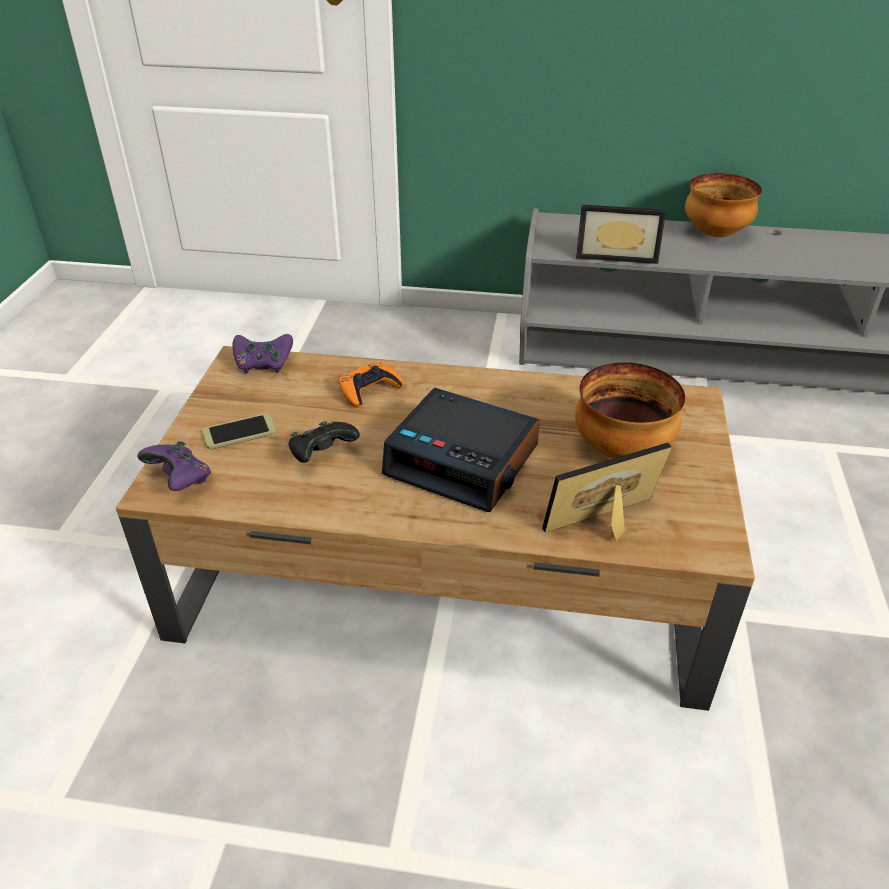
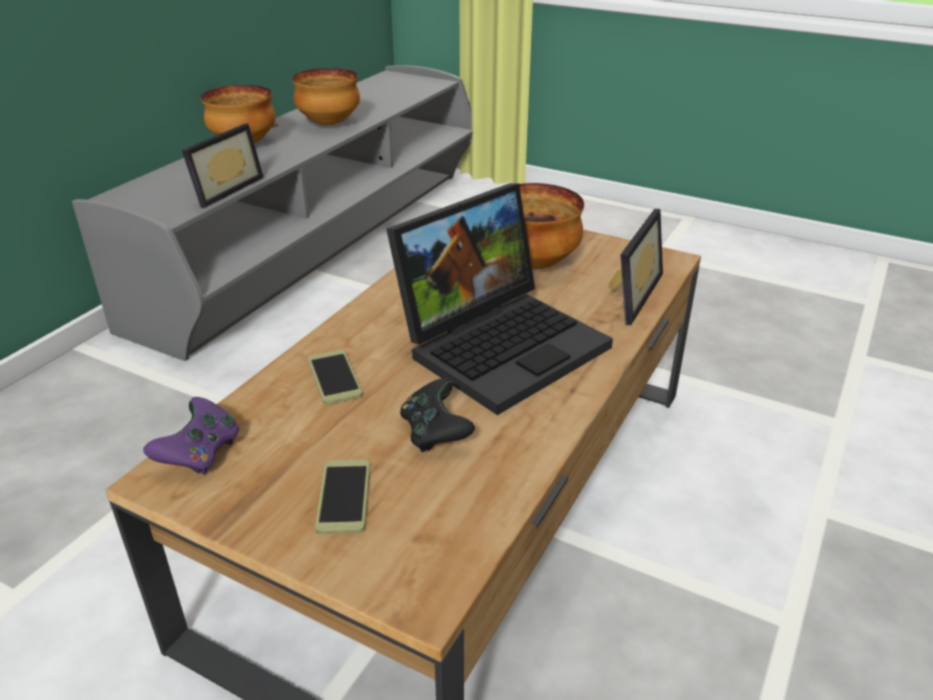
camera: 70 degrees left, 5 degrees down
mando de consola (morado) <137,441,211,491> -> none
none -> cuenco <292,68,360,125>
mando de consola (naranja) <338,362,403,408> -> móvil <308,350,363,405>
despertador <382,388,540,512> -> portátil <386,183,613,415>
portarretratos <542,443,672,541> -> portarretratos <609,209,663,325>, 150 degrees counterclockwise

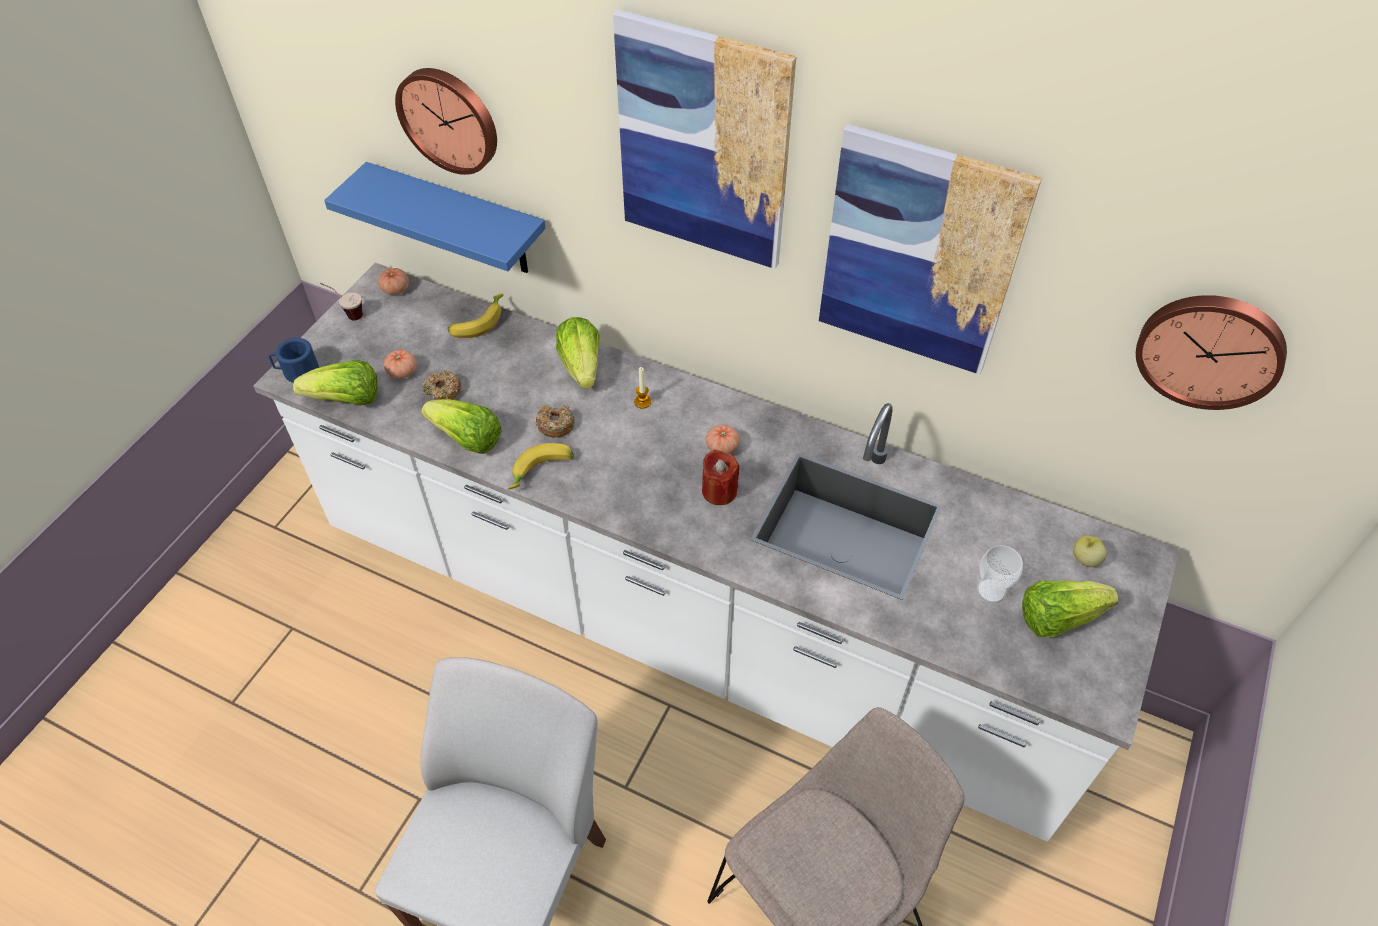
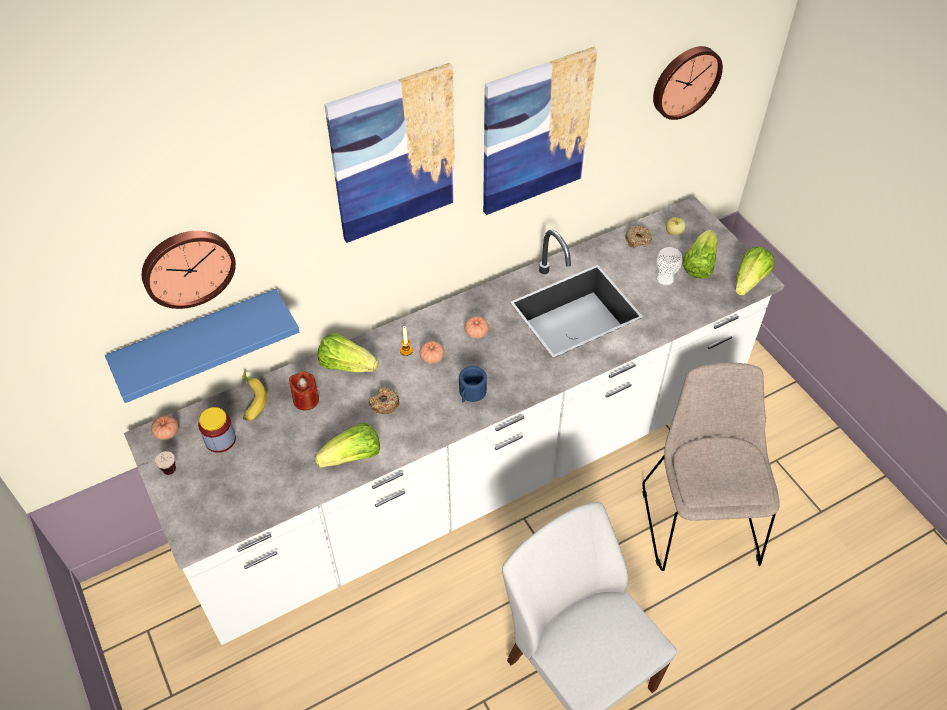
camera: 55 degrees left, 0 degrees up
plátano <508,443,574,489> -> none
none -> tarro <198,407,236,453>
taza grande (azul) <268,338,319,383> -> taza grande (azul) <459,366,487,402>, moved
lechuga <293,360,378,406> -> lechuga <735,247,774,296>, moved
tomate <384,350,417,379> -> tomate <419,341,444,364>, moved
rosquilla <423,371,461,400> -> rosquilla <625,225,652,248>, moved
vela (rojo) <702,450,739,505> -> vela (rojo) <289,371,319,410>, moved

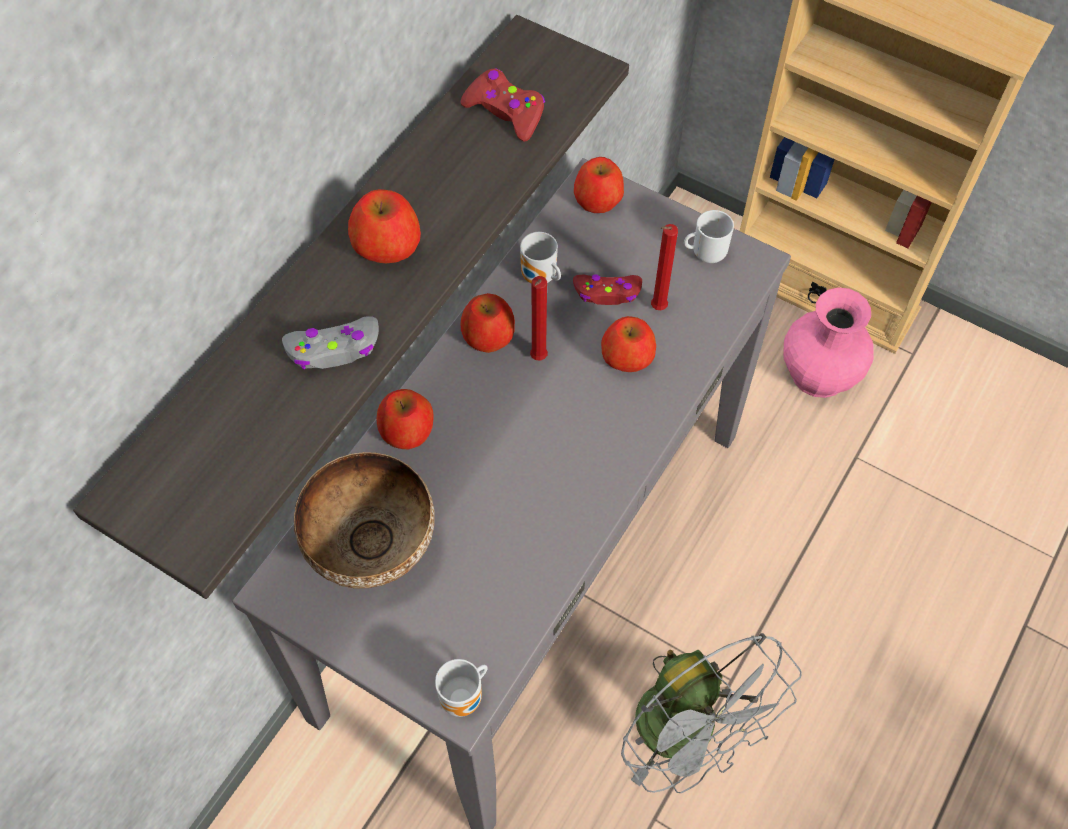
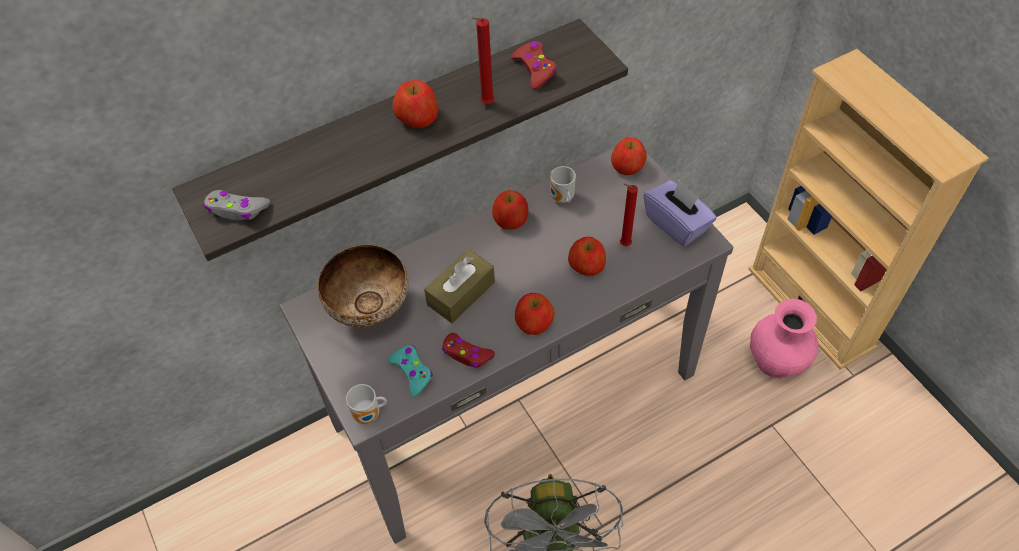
camera: 30 degrees right, 5 degrees down
none -> mando de consola (turquesa) <388,345,432,397>
none -> caja de pañuelos (marrón) <424,249,495,323>
mando de consola (gris) <282,316,379,369> -> mando de consola (gris) <204,190,270,220>, moved
manzana <376,389,434,449> -> manzana <515,293,555,335>, moved
vela (rojo) <530,276,548,361> -> vela (rojo) <473,18,494,104>, moved
mando de consola (rojo) <573,275,642,305> -> mando de consola (rojo) <442,333,495,368>, moved
taza grande <684,210,734,263> -> caja de pañuelos (morado) <644,180,717,247>

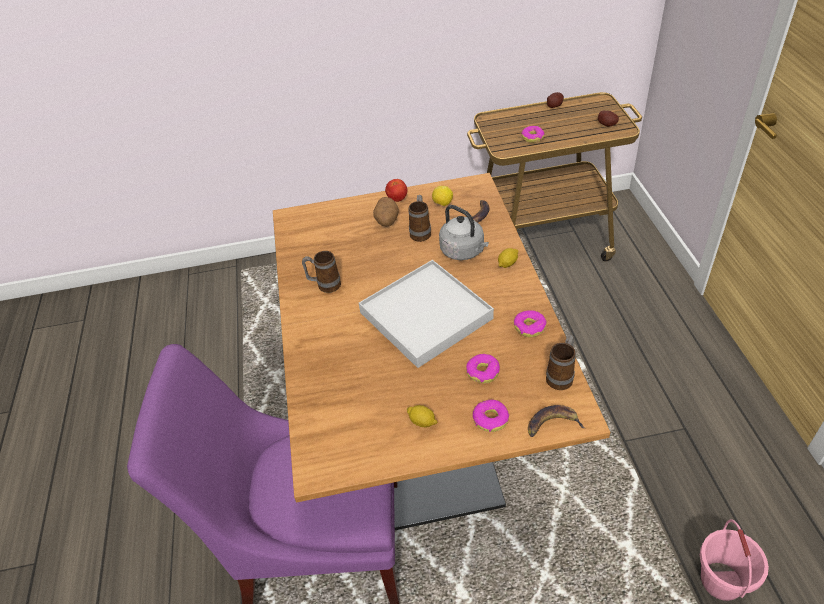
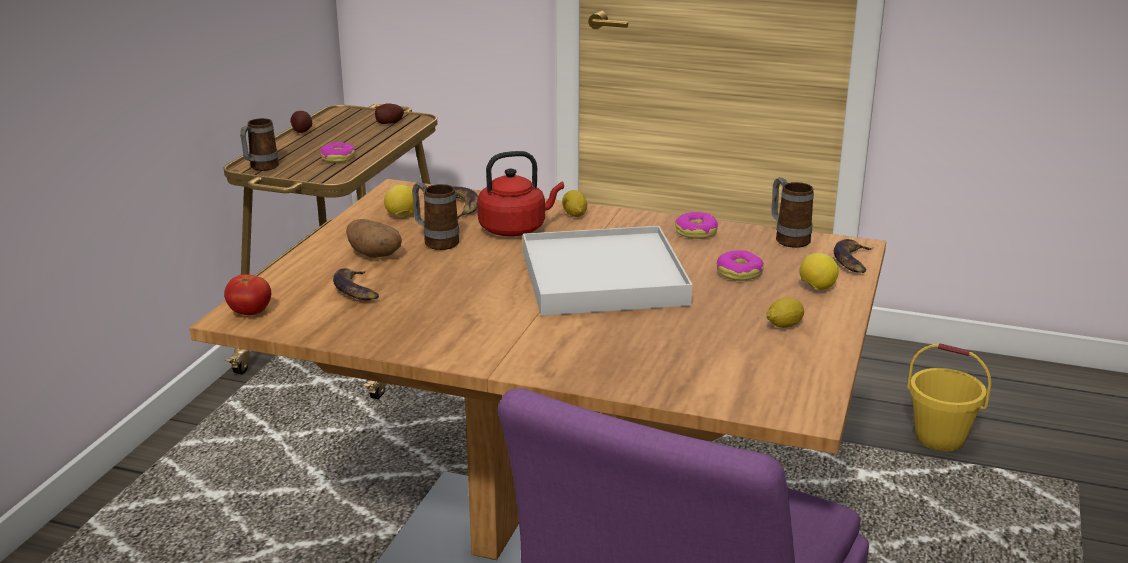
camera: 65 degrees left, 20 degrees down
none -> plátano <333,268,379,300>
taza grande <302,251,341,293> -> taza grande <240,118,279,171>, moved
tomate <385,179,408,202> -> tomate <224,274,271,315>, moved
rosquilla <472,400,509,432> -> limón <799,253,838,290>
hervidor (gris) <439,205,489,260> -> hervidor (rojo) <477,151,564,236>
cubo (rosa) <700,519,769,601> -> cubo (amarillo) <907,343,991,451>

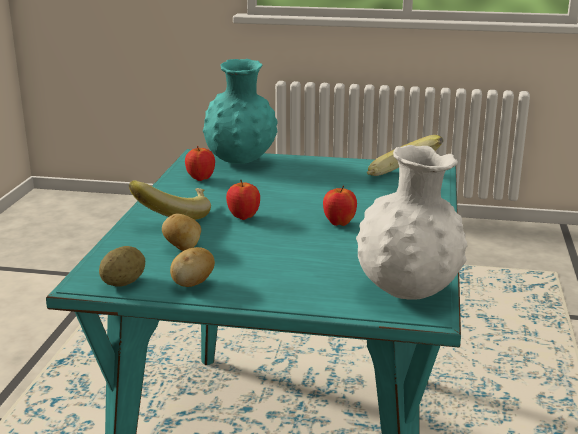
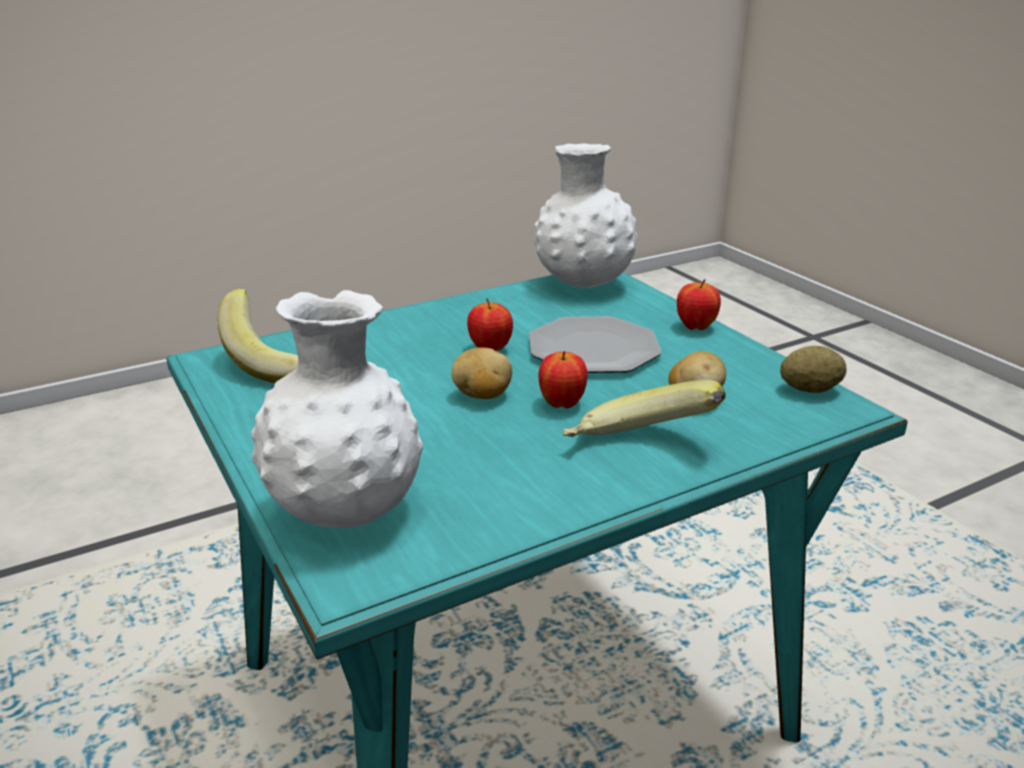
camera: 130 degrees left, 5 degrees up
none -> plato <529,316,662,373>
patata <170,247,215,287> -> patata <451,347,512,399>, moved
manzana <185,146,215,181> -> manzana <677,279,721,330>, moved
florero (turquesa) <203,59,278,164> -> florero (blanco) <251,290,423,528>

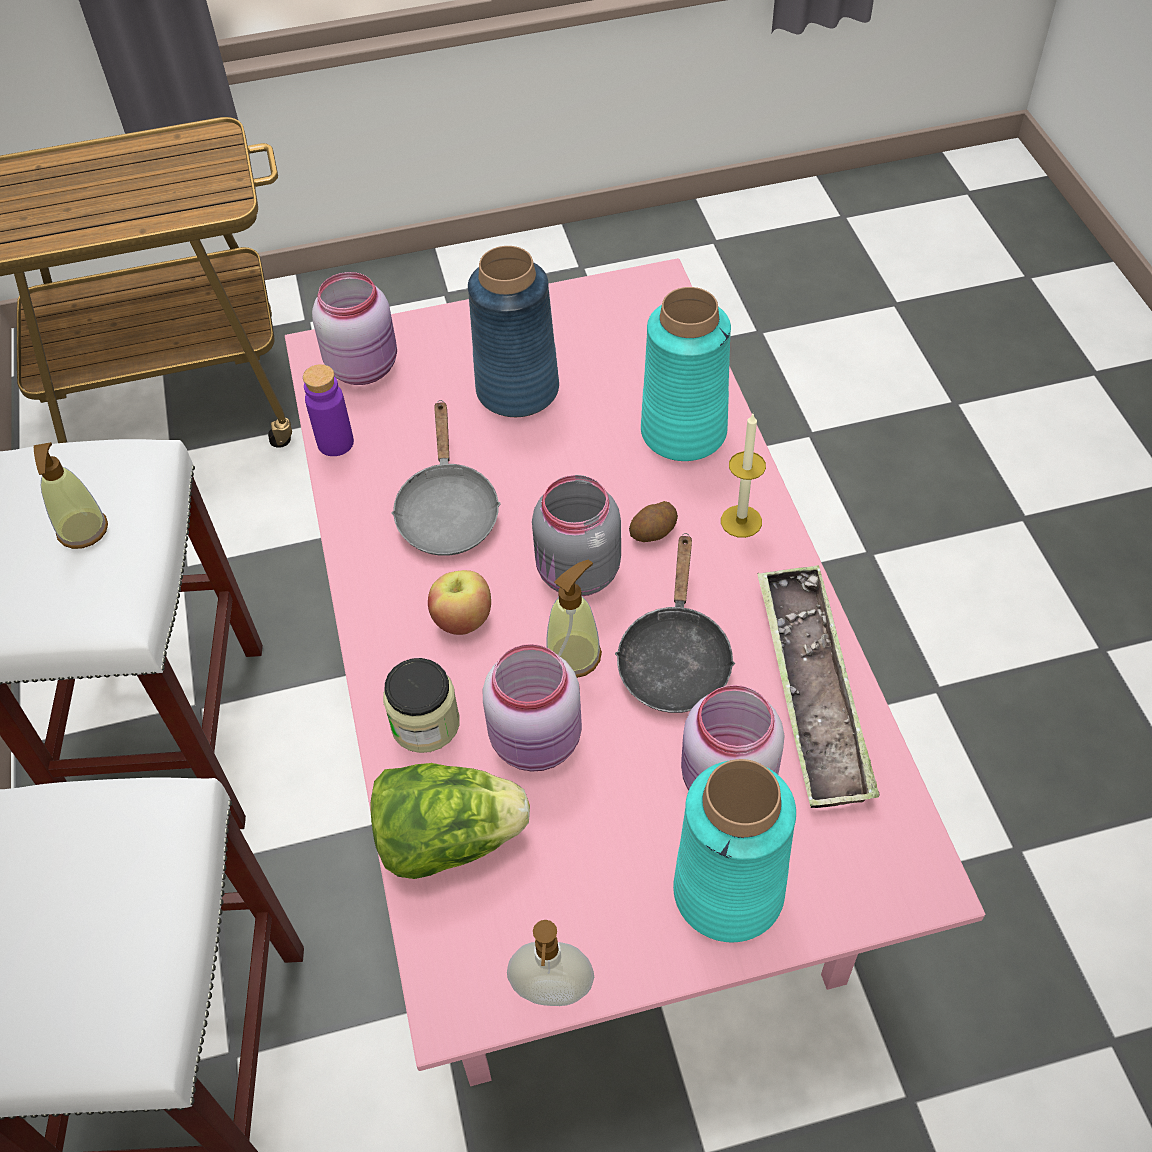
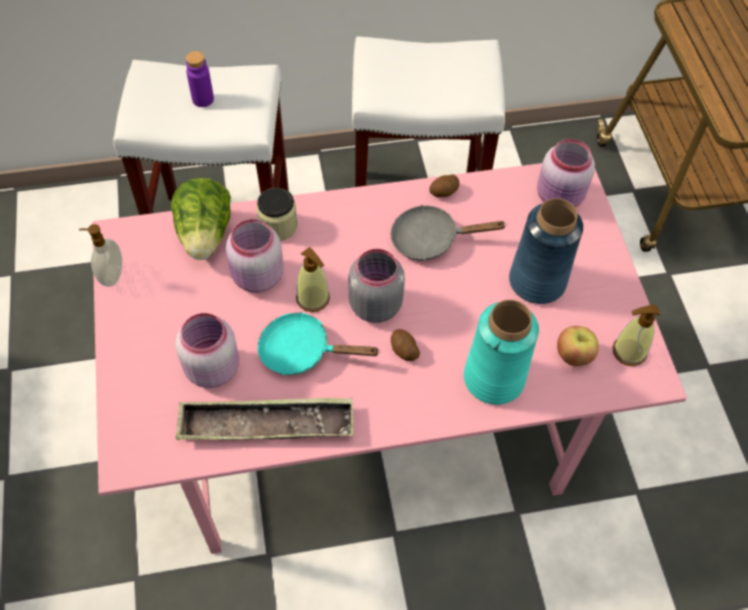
camera: 90 degrees right, 5 degrees up
florero (turquesa) <673,759,796,942> -> none
vela <721,414,766,538> -> none
none -> patata <430,174,459,197>
dispensador de jabón <34,442,108,549> -> dispensador de jabón <613,305,660,366>, moved
botella (morado) <303,364,354,456> -> botella (morado) <186,51,214,107>, moved
manzana <428,570,491,635> -> manzana <557,326,599,366>, moved
sartén (negro) <615,533,735,713> -> sartén (turquesa) <258,312,380,375>

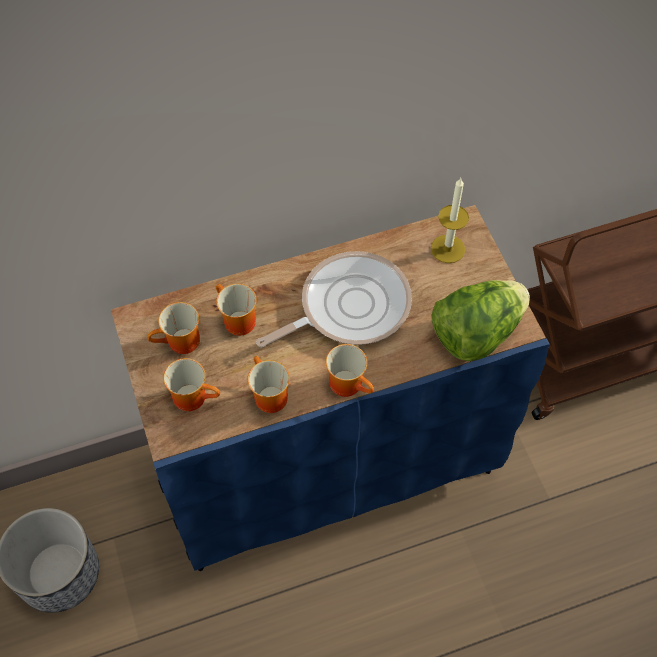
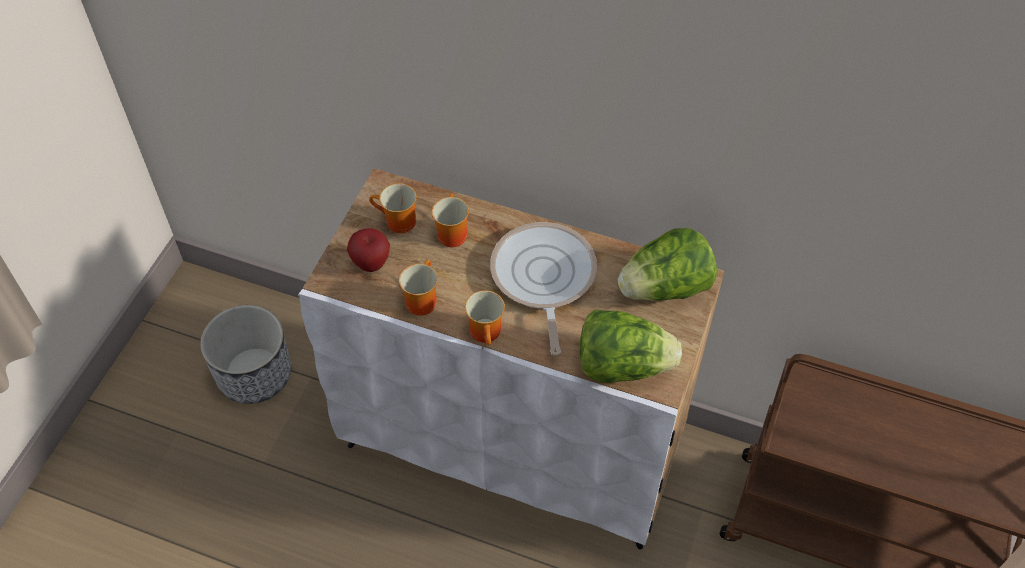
camera: 40 degrees right, 5 degrees down
taza grande <163,358,220,411> -> manzana <347,228,390,272>
vela <431,178,469,263> -> lechuga <618,228,717,301>
armario (azul) <111,205,550,571> -> armario (blanco) <298,168,724,549>
sartén <256,251,412,347> -> sartén <490,222,597,356>, 105 degrees counterclockwise

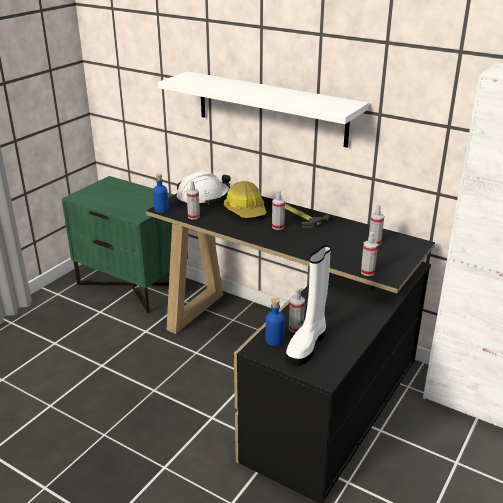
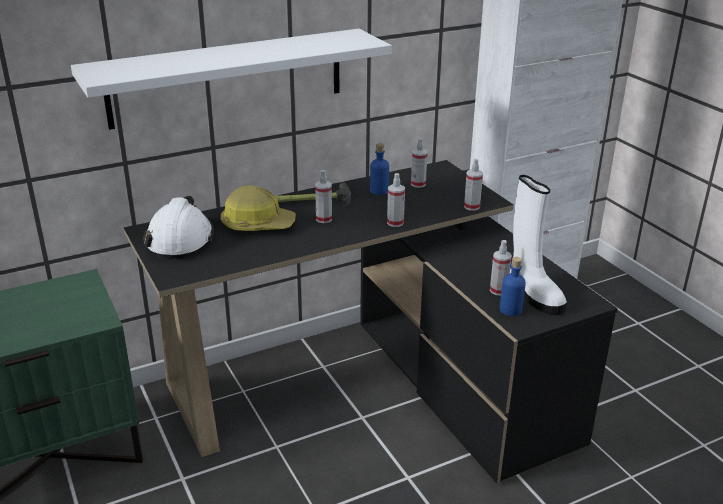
camera: 60 degrees left, 0 degrees up
botella (azul) <153,174,169,213> -> botella (azul) <370,143,389,195>, moved
pulverizador <187,181,200,220> -> pulverizador <387,173,405,227>, moved

